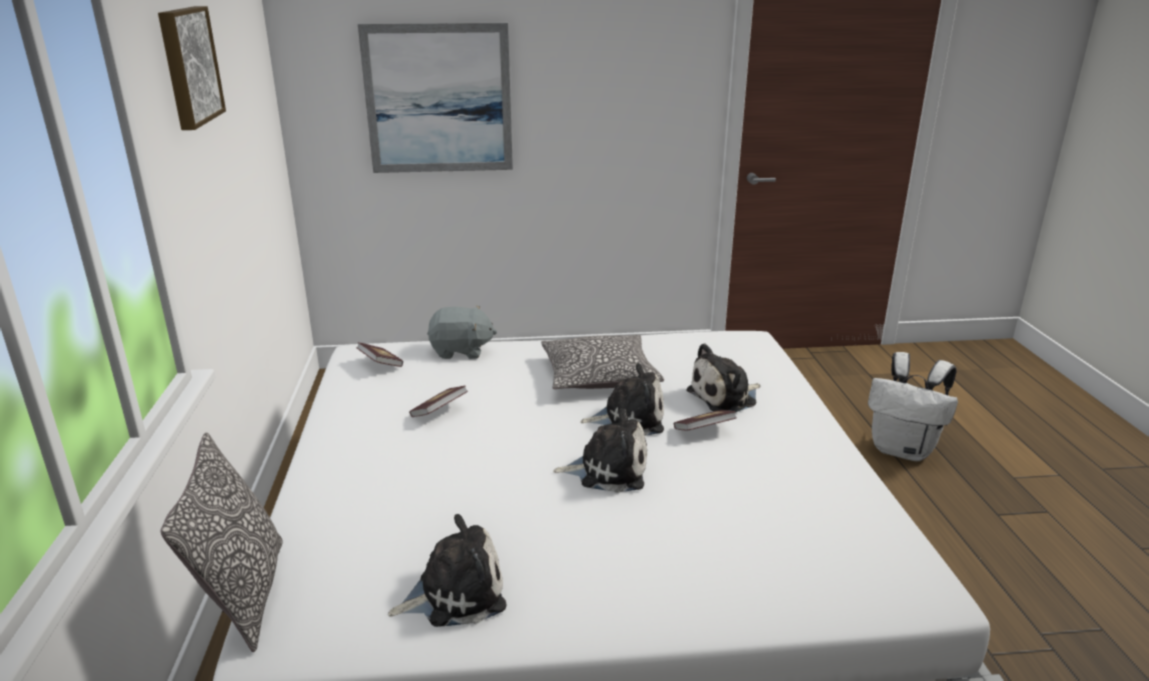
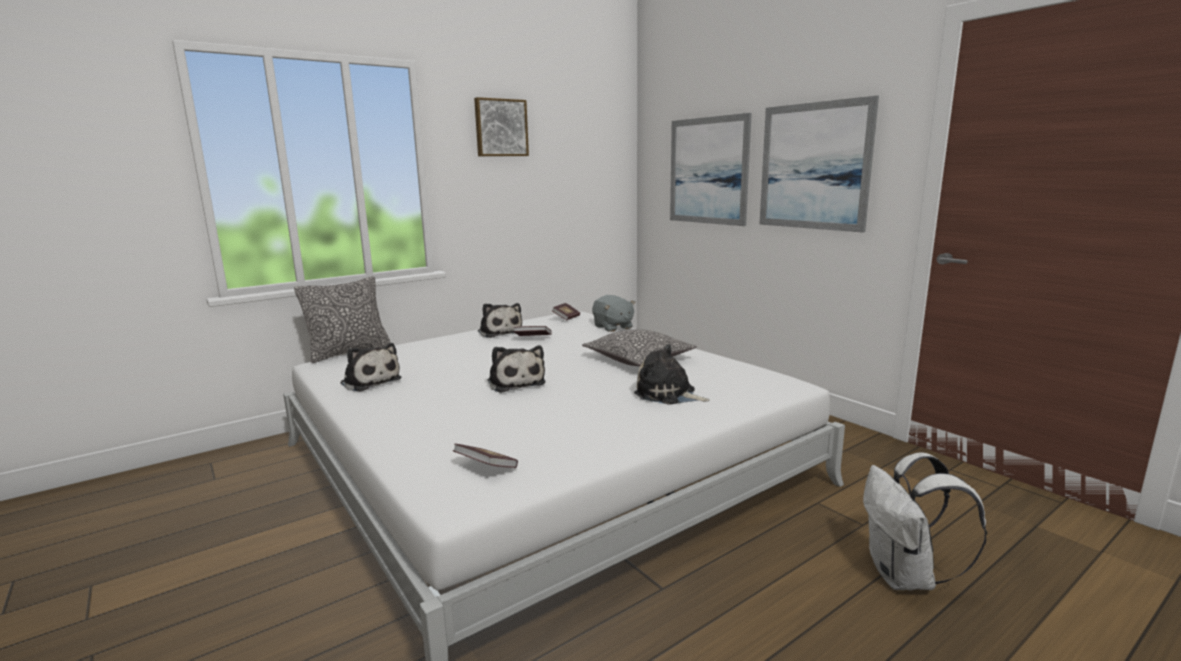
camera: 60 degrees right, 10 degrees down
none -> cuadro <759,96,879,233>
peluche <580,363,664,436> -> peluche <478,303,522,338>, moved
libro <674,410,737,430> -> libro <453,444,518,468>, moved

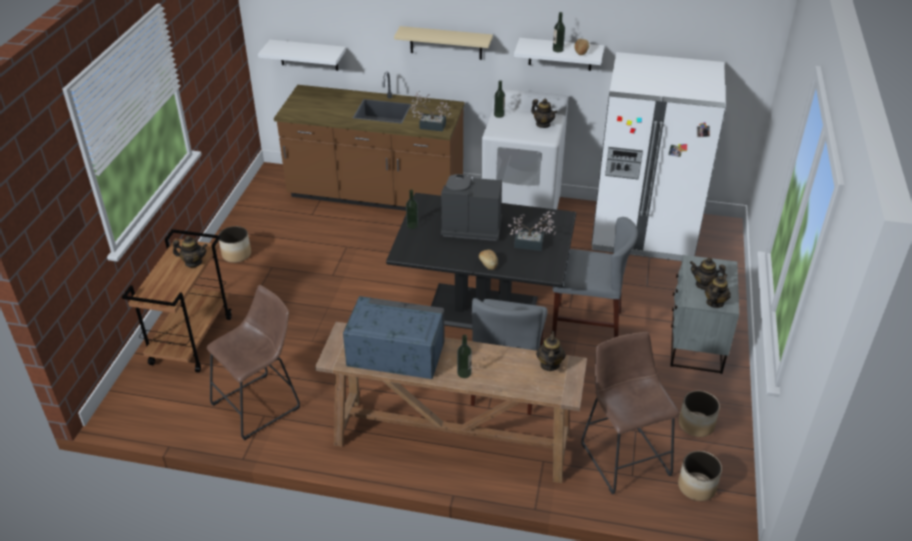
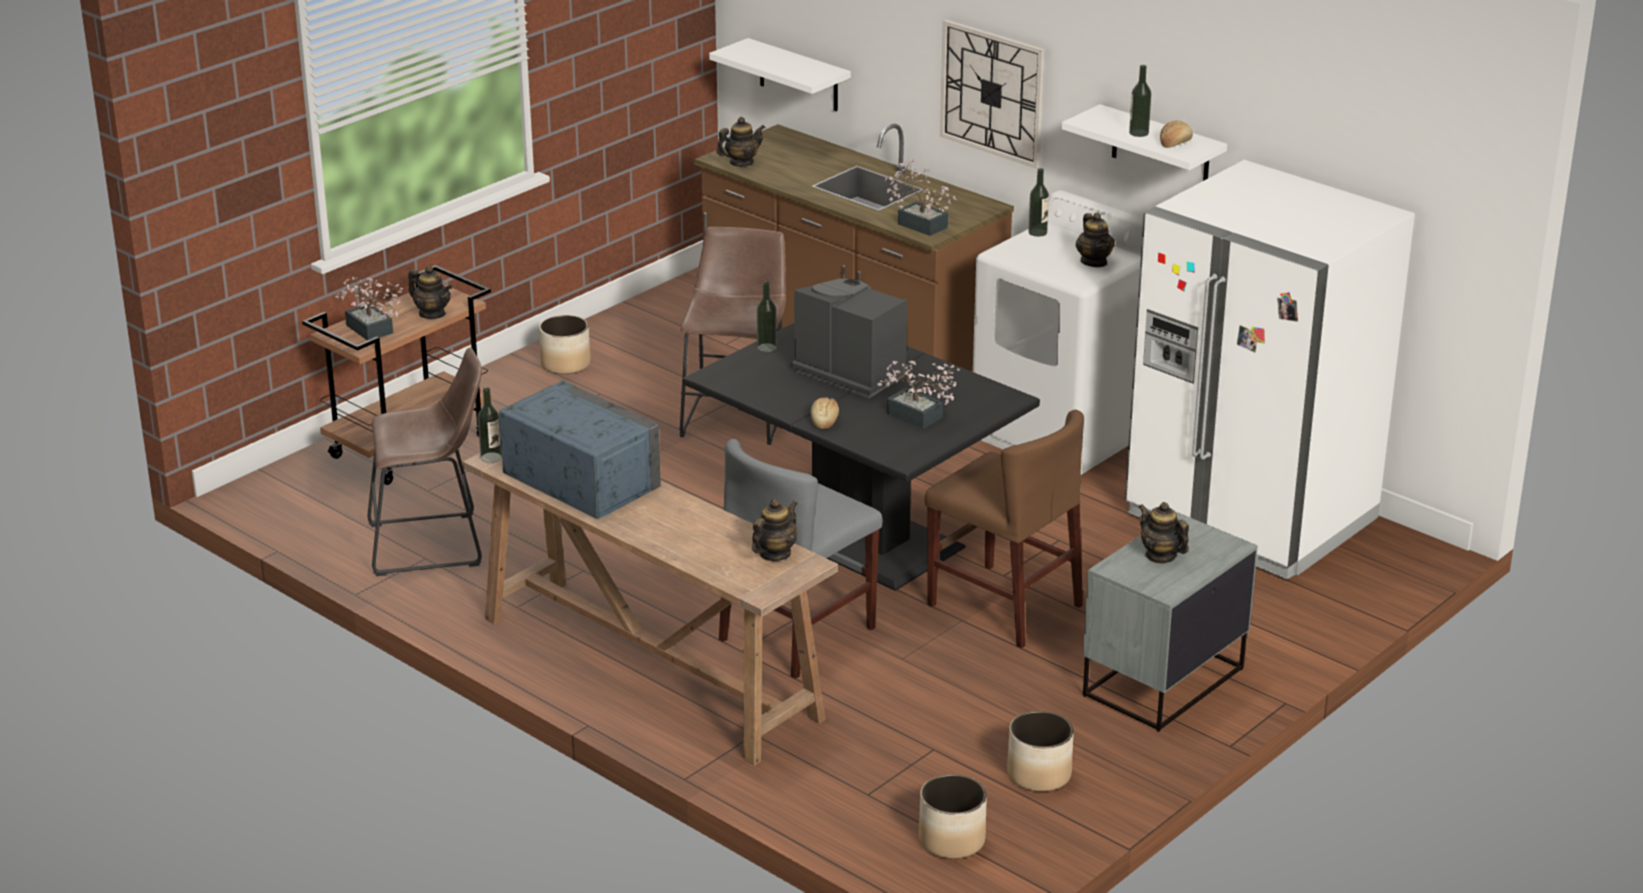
camera: 30 degrees right, 10 degrees down
none -> planta en maceta <335,276,404,340>
botella <457,335,472,378> -> botella <478,387,502,463>, moved
taburete (marrón) <581,332,680,494> -> taburete (marrón) <680,227,786,445>, moved
tetera <705,274,731,308> -> tetera <716,117,765,166>, moved
estante (beis) <394,26,493,60> -> reloj de pared <940,20,1045,168>
silla (gris) <552,217,638,338> -> silla (marrón) <925,410,1084,648>

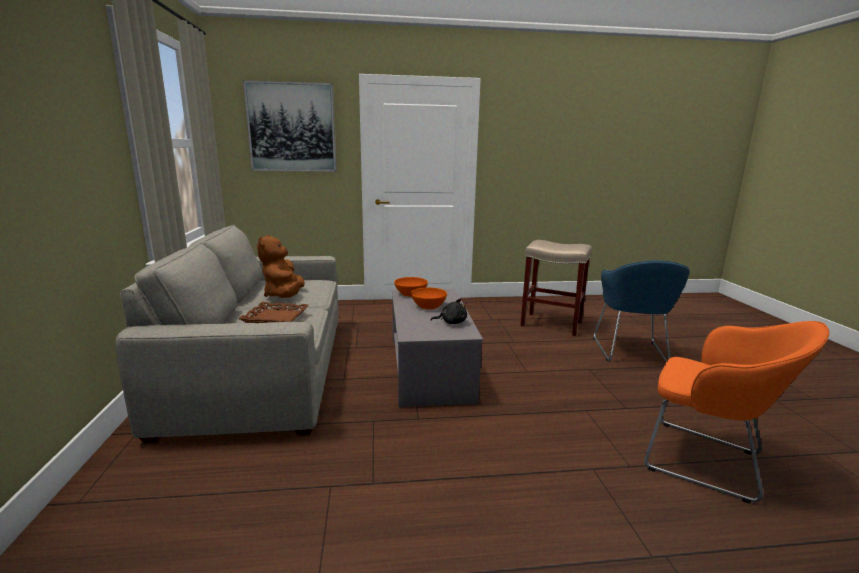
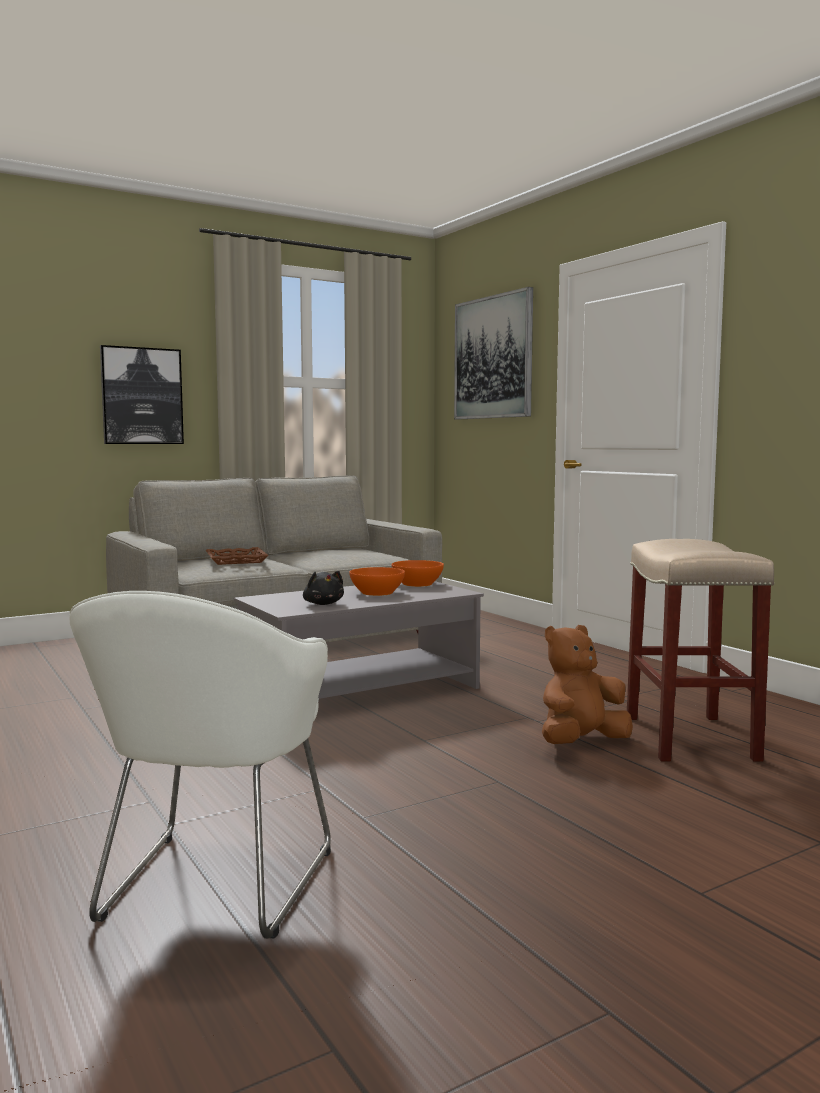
camera: 65 degrees right, 10 degrees down
sillón (azul) <593,260,690,364> -> none
none -> cuadro <100,345,184,444>
peluche (marrón) <257,235,305,298> -> peluche (marrón) <542,625,633,744>, moved
sillón (naranja) <644,321,830,504> -> sillón (blanco) <69,591,331,939>

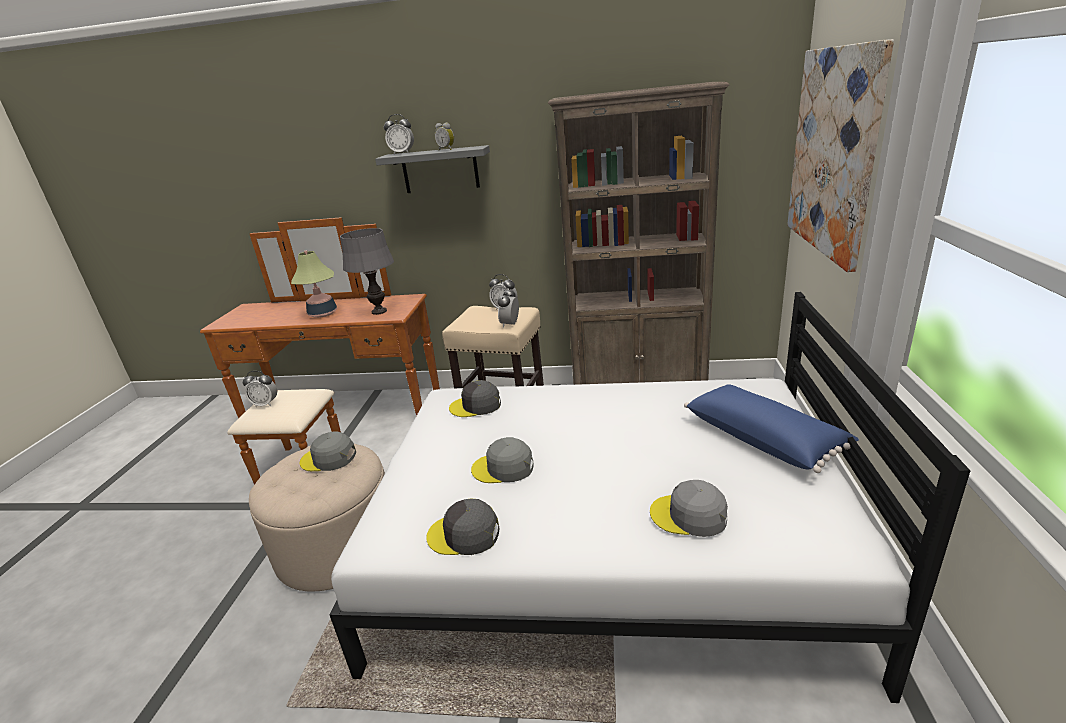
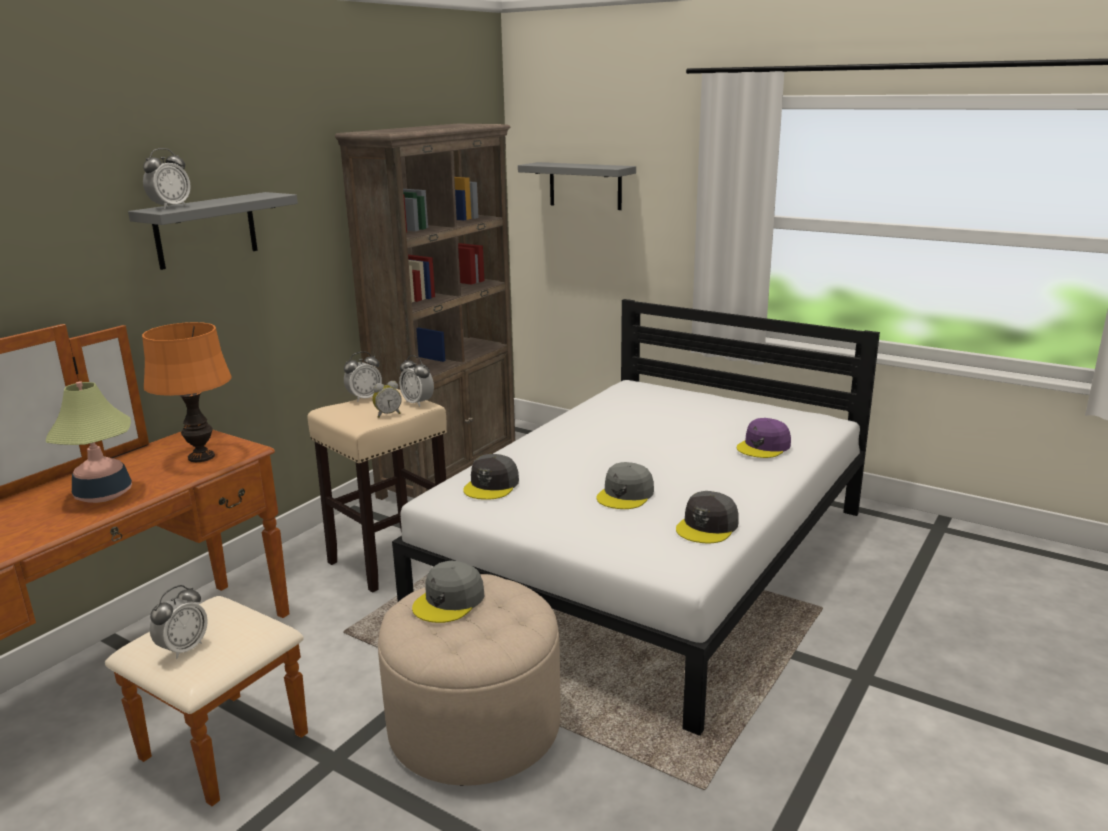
camera: 65 degrees left, 5 degrees down
cojín (azul) <684,384,860,473> -> none
despertador <434,123,454,151> -> despertador <372,381,402,418>, moved
cuadro <787,39,894,272> -> estante (gris) <518,162,636,210>
lámpara de mesa (gris) <340,228,394,315> -> lámpara de mesa (naranja) <142,322,232,462>
gorra (gris) <650,480,728,537> -> gorra (morado) <737,418,791,458>

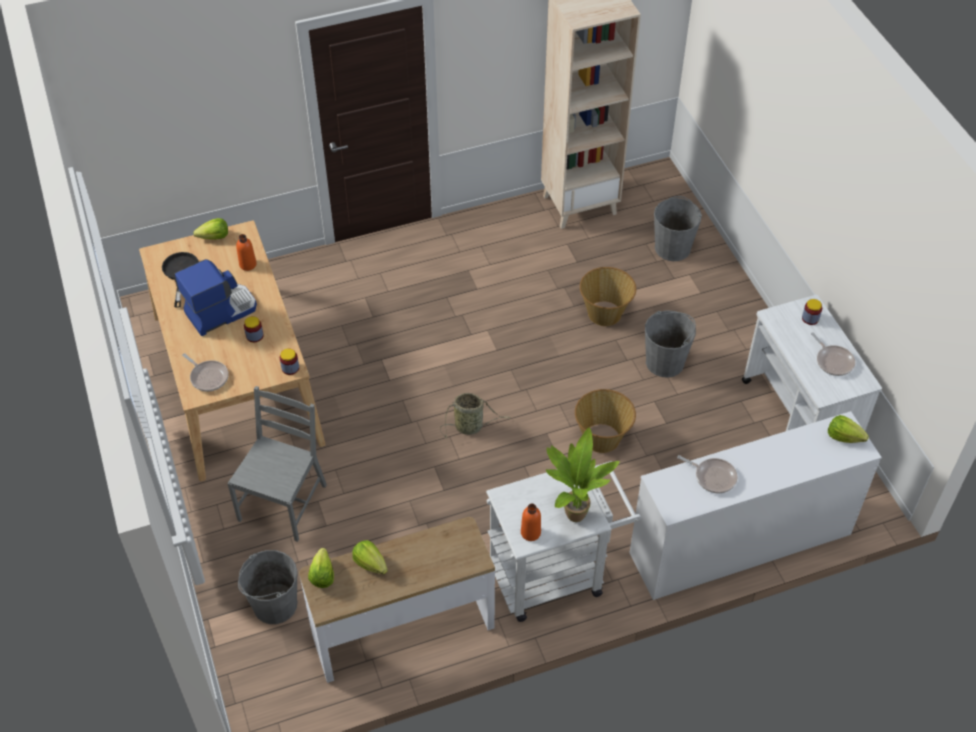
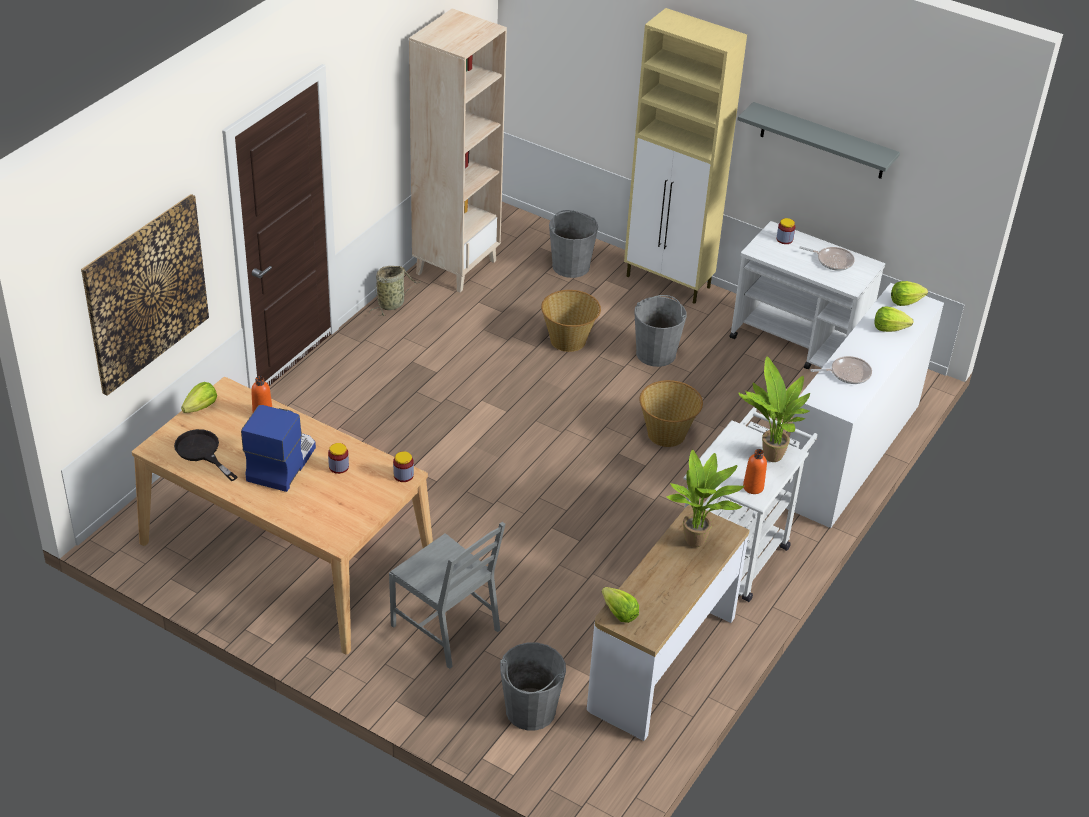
camera: 40 degrees left, 10 degrees down
sartén <182,353,228,392> -> none
none -> cuadro <81,194,209,396>
none -> armario (beis) <624,8,747,304>
none -> planta en maceta <666,449,745,547>
none -> estante (gris) <737,102,900,179>
lechuga <353,540,388,574> -> lechuga <874,306,913,332>, moved
cesta <440,393,510,439> -> cesta <369,266,420,316>, moved
silla (gris) <227,386,327,542> -> silla (gris) <389,522,505,669>, 150 degrees clockwise

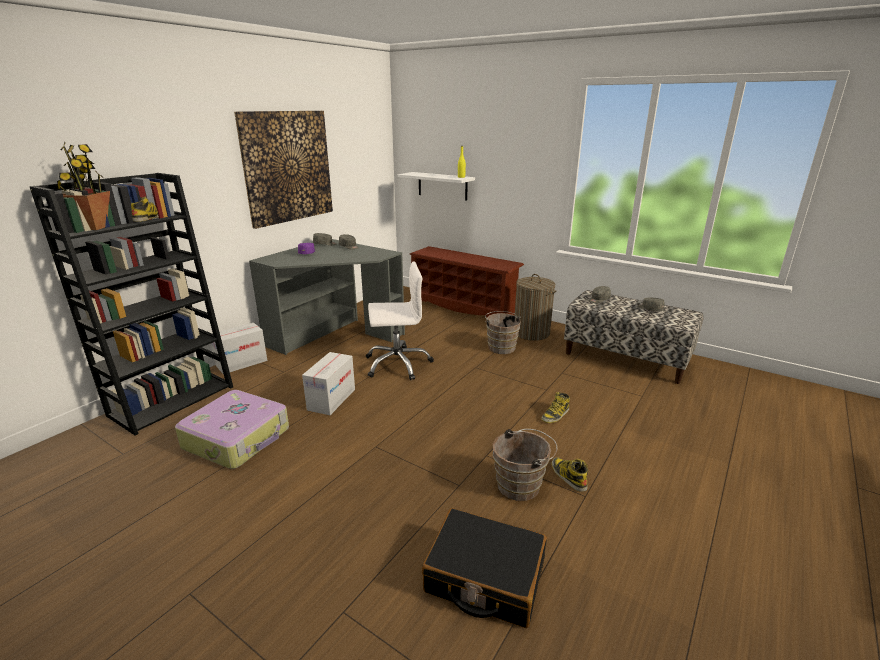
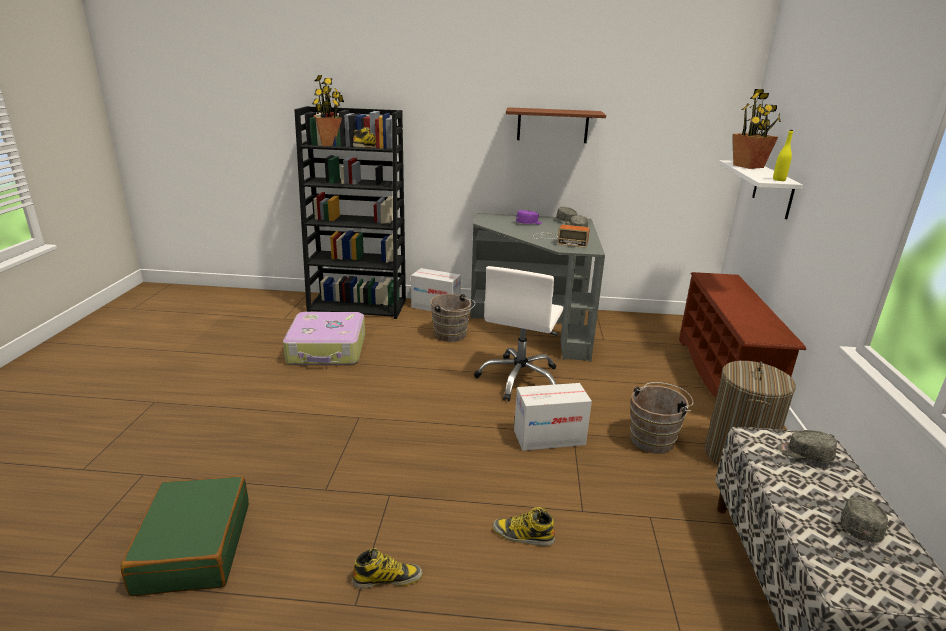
camera: 60 degrees right, 0 degrees up
none -> radio <533,225,590,248>
none -> planta en maceta <733,89,781,169>
caja de cartón <302,352,355,415> -> caja de cartón <514,383,592,451>, moved
cubo (marrón) <493,429,557,501> -> cubo (marrón) <430,294,475,342>, moved
cuadro <234,111,333,229> -> estante (marrón) <506,107,606,143>
maleta (negro) <422,508,547,628> -> maleta (verde) <121,476,249,596>
silla de oficina (blanco) <366,261,434,380> -> silla de oficina (blanco) <474,266,563,401>, 60 degrees clockwise
bota <551,457,588,492> -> bota <352,548,423,589>, 45 degrees clockwise

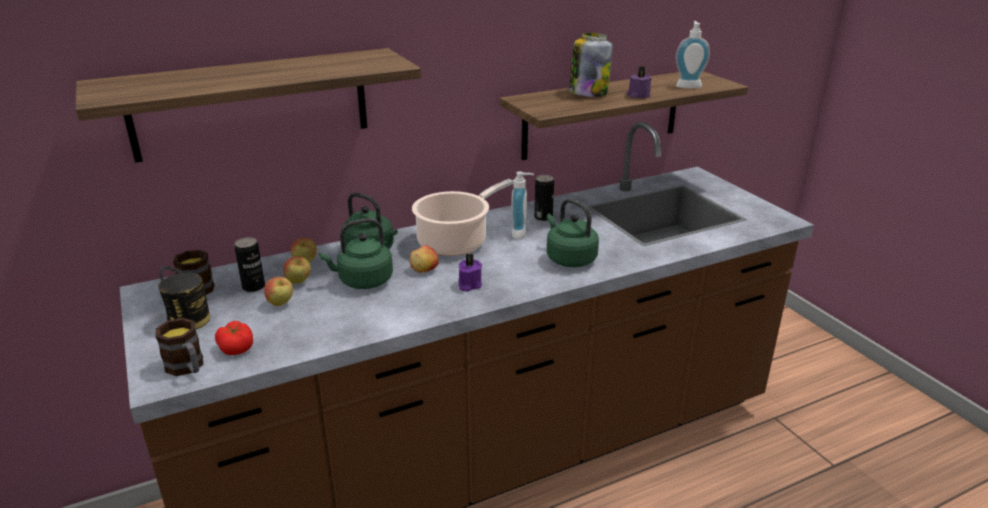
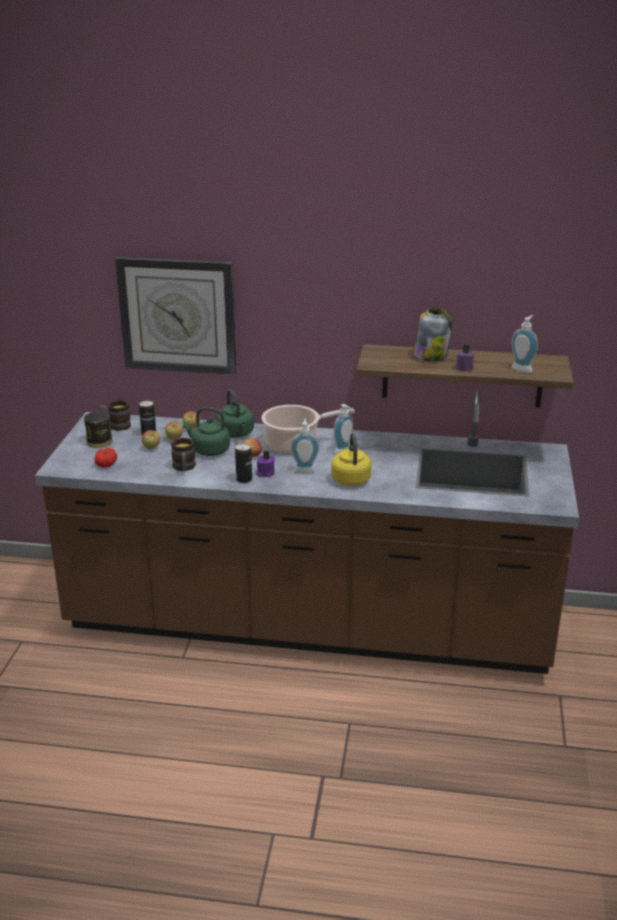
camera: 35 degrees right, 0 degrees up
none -> dispensador de jabón <290,419,319,474>
taza grande <155,318,203,376> -> taza grande <171,438,196,471>, moved
lata <534,175,554,221> -> lata <235,443,252,483>, moved
estante <76,48,421,163> -> reloj de pared <115,257,237,375>
hervidor (verde) <547,199,599,267> -> hervidor (amarillo) <331,433,371,486>

